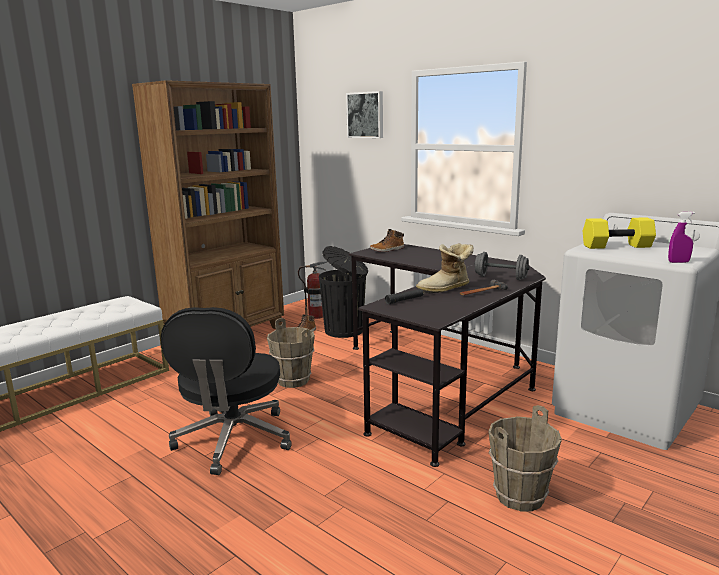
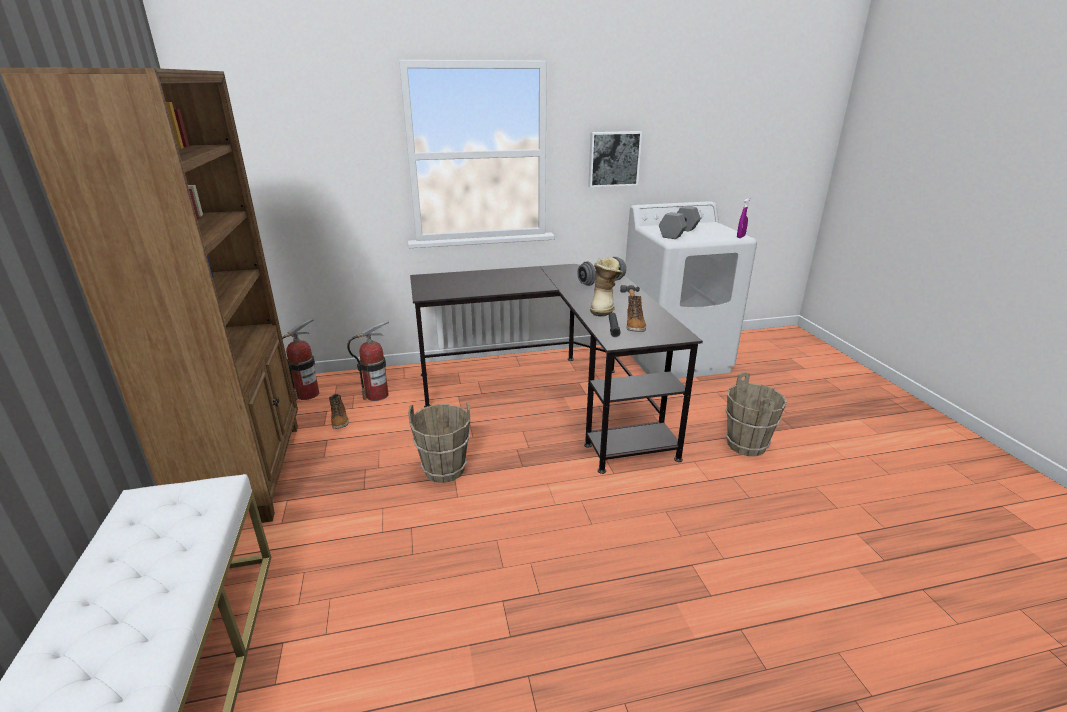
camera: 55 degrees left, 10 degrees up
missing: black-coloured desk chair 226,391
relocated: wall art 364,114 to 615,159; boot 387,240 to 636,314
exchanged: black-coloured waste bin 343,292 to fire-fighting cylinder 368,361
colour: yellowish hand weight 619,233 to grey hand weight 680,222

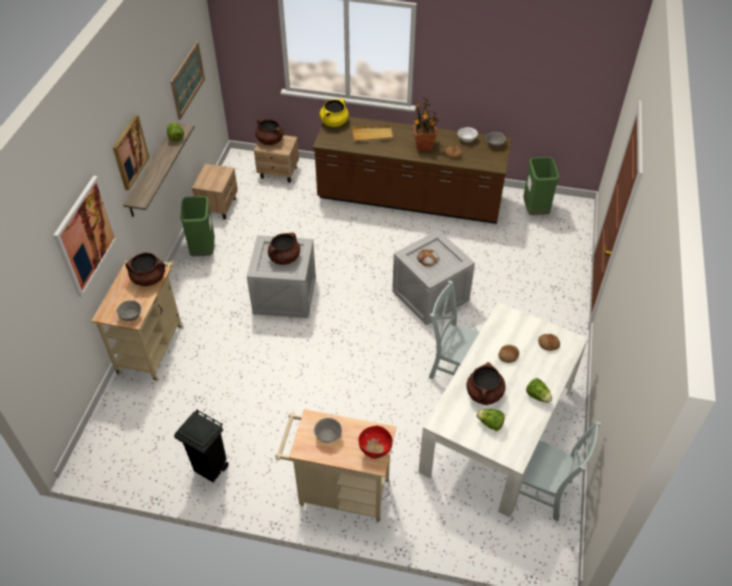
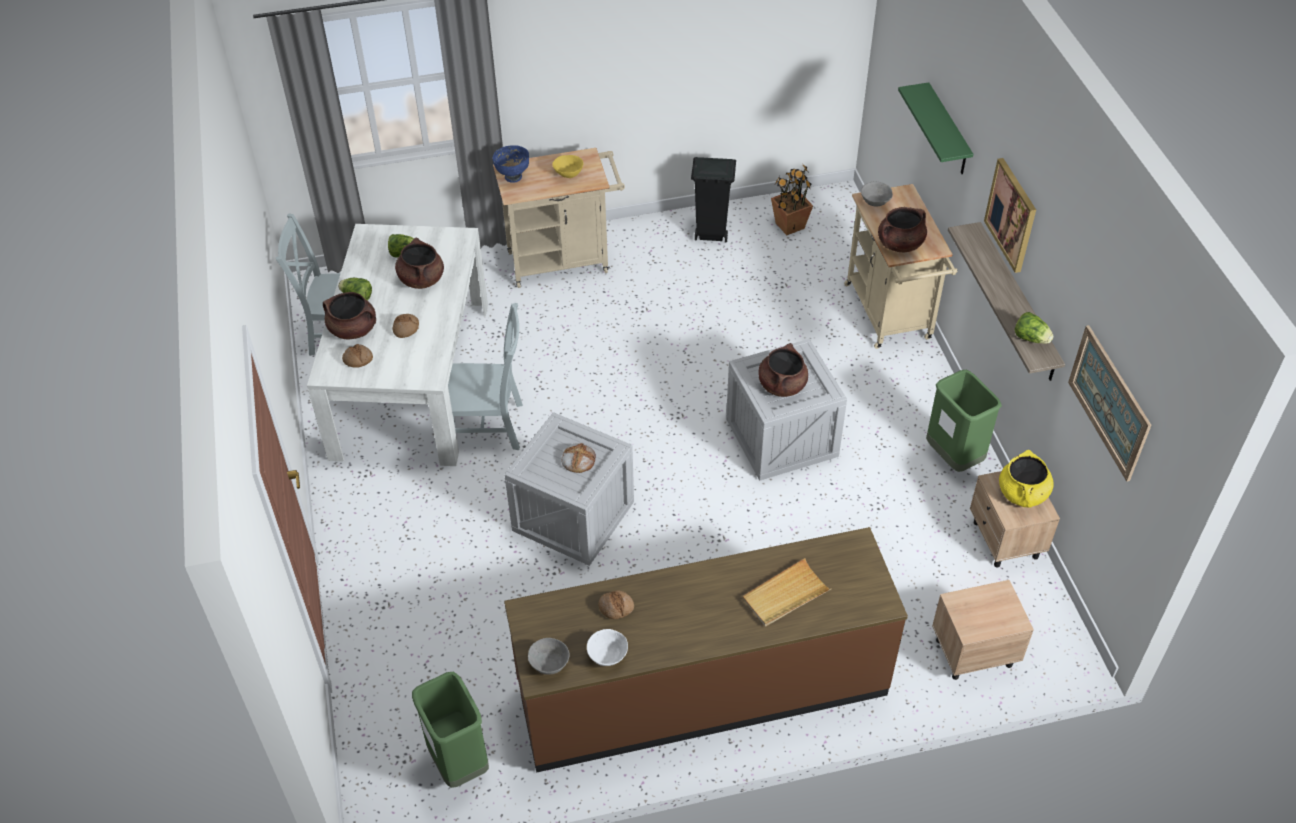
camera: 155 degrees right, 0 degrees up
relocated: brownish stockpot 269,132 to 349,315; yellowish stockpot 334,113 to 1026,479; potted plant 425,124 to 792,199
exchanged: wall art 85,236 to green-coloured bracket shelf 935,128
colour: grey deep dish 328,430 to yellowish deep dish 567,166; reddish deep dish 375,442 to blue deep dish 511,164

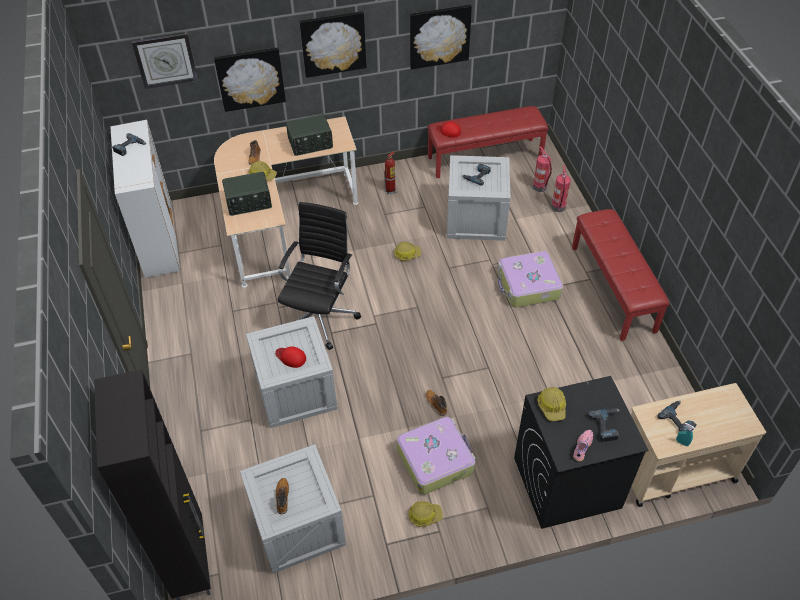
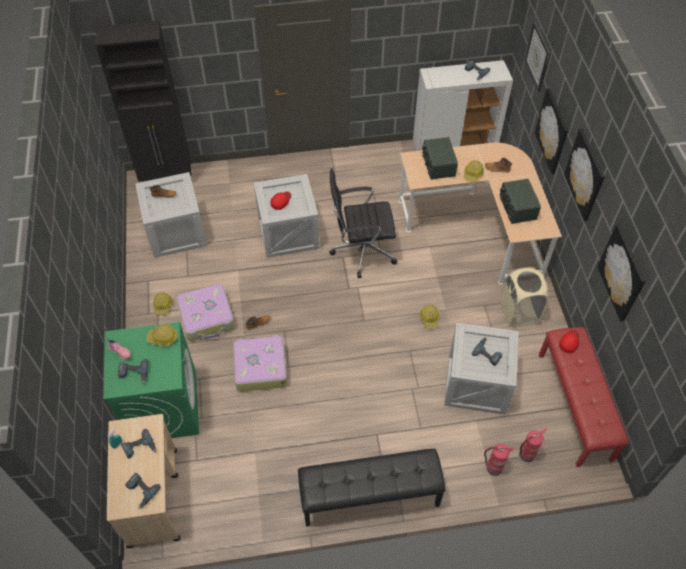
camera: 95 degrees right, 5 degrees up
appeared: drill 142,491
relocated: suitcase 530,279 to 260,363
exchanged: fire-fighting cylinder 390,172 to beige-coloured laundry basket 524,297
colour: black-coloured washing machine 581,452 to green-coloured washing machine 151,380; reddish bench 621,275 to black-coloured bench 372,488
spun: black-coloured desk chair 319,276 = 363,223 150 degrees clockwise

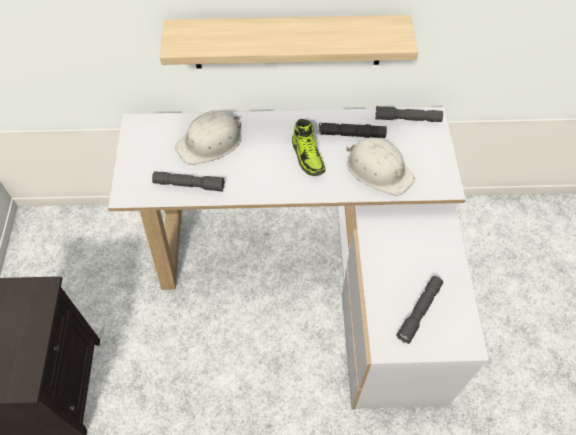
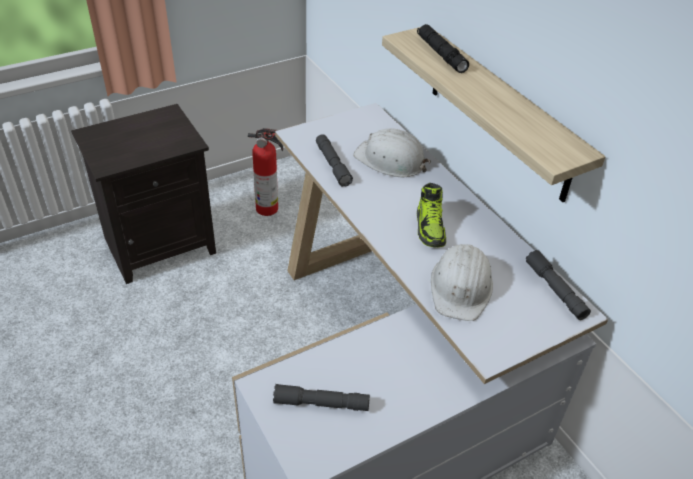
camera: 60 degrees right, 15 degrees down
appeared: fire-fighting cylinder 265,172
relocated: black-coloured hand torch 353,130 to 443,48
spun: low shoe 308,147 = 431,215 45 degrees counterclockwise

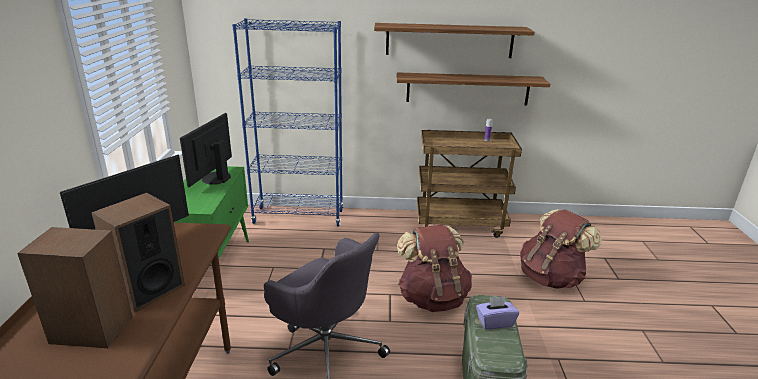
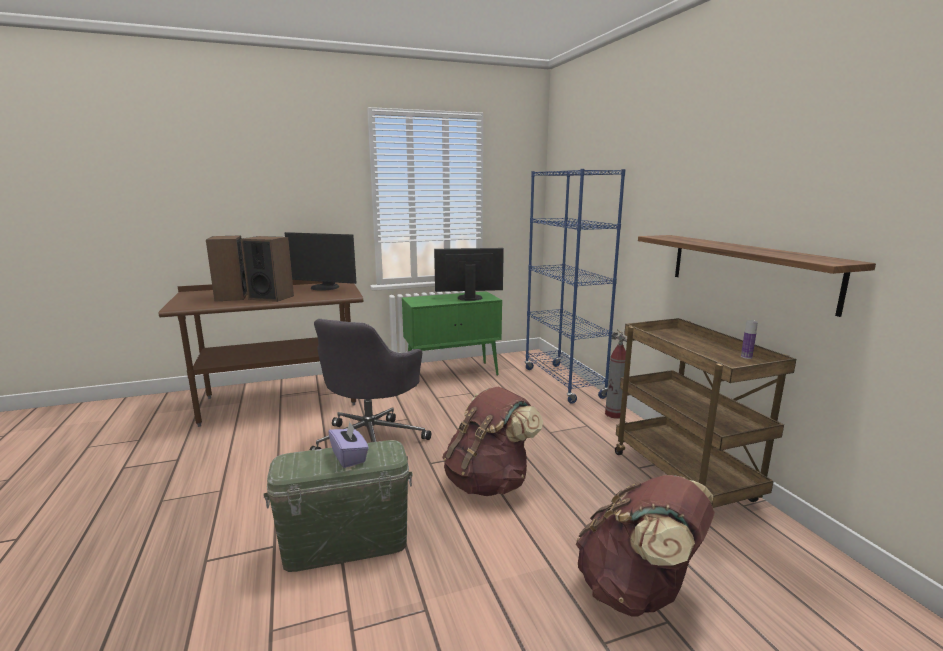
camera: 70 degrees right, 10 degrees down
missing: bracket shelf 454,40
appeared: fire-fighting cylinder 616,374

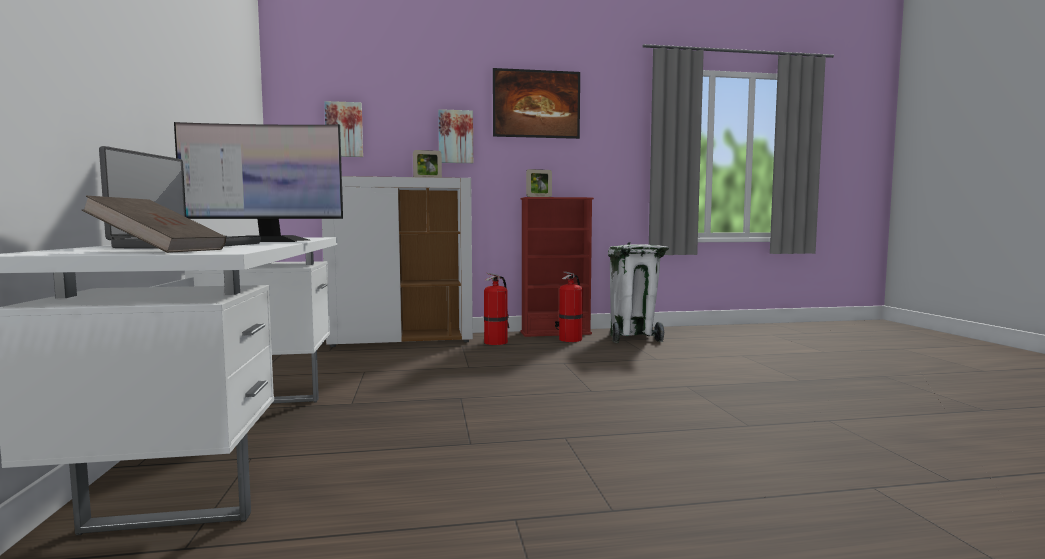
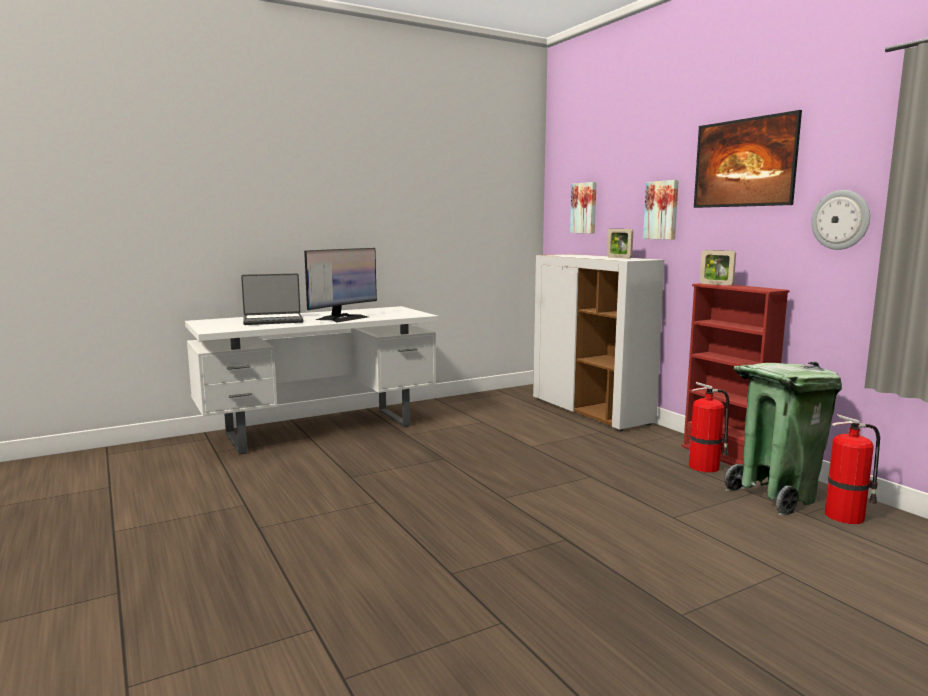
camera: 70 degrees right, 5 degrees up
missing: brownish bound book 153,224
appeared: clock on the wall 840,220
relocated: fire-fighting cylinder 497,309 to 852,469
colour: white waste bin 638,292 to green-coloured waste bin 783,439
spun: computer screen 258,182 = 340,285 120 degrees counterclockwise

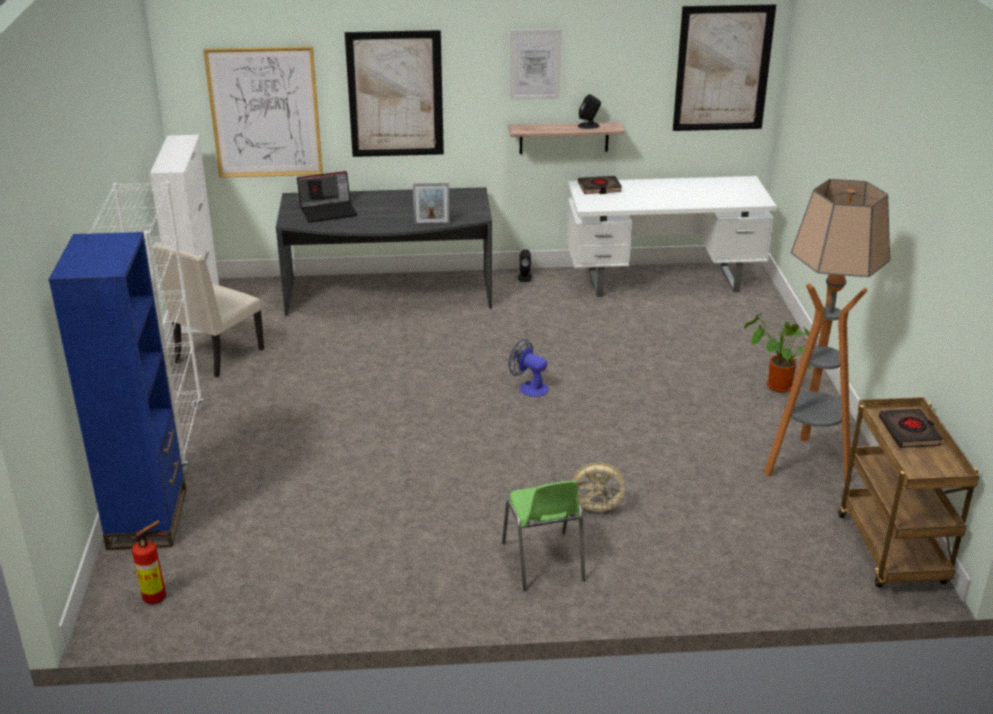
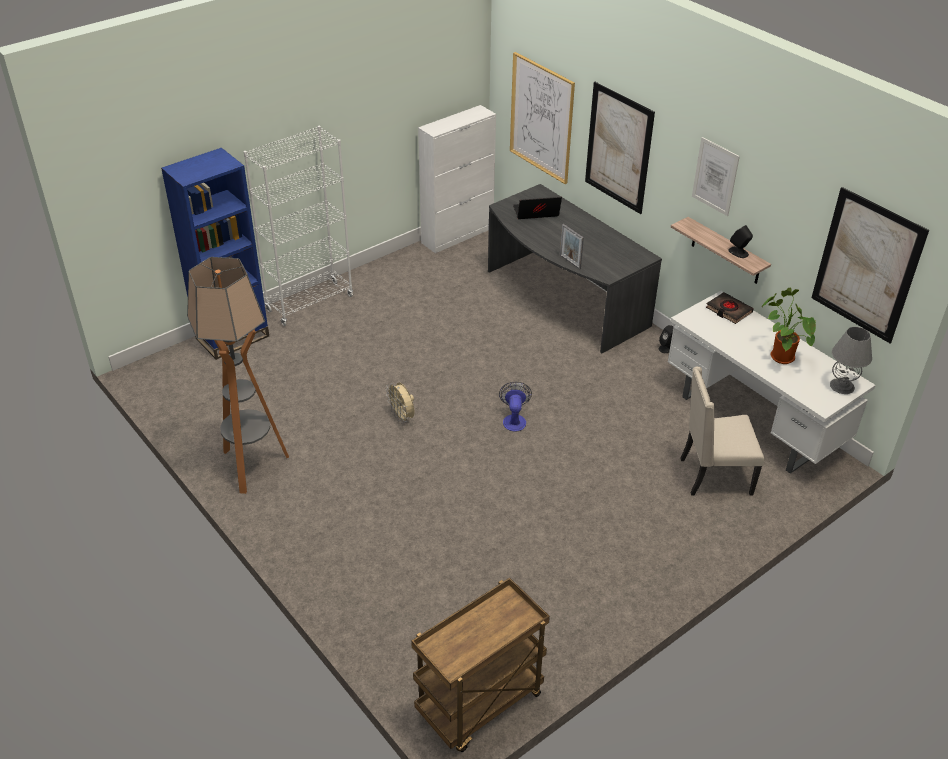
camera: 55 degrees right, 10 degrees up
missing: fire-fighting cylinder 149,562; green-coloured chair 543,535; black-coloured bound book 911,428
appeared: grey tabletop lamp 851,360
relocated: beige-coloured chair 208,310 to 722,431; beige-coloured fan 600,489 to 400,402; potted plant 781,352 to 789,326; standing lamp 827,331 to 238,375
spun: laptop 327,197 = 537,208 135 degrees clockwise

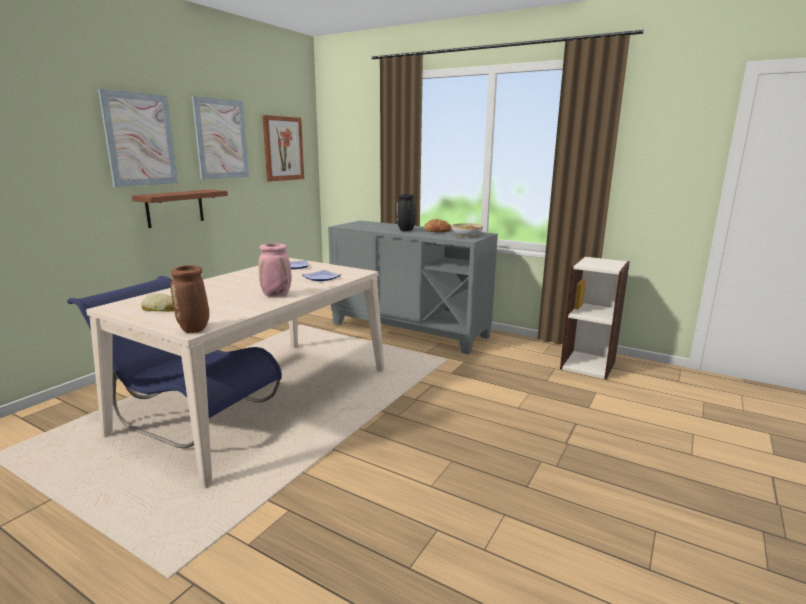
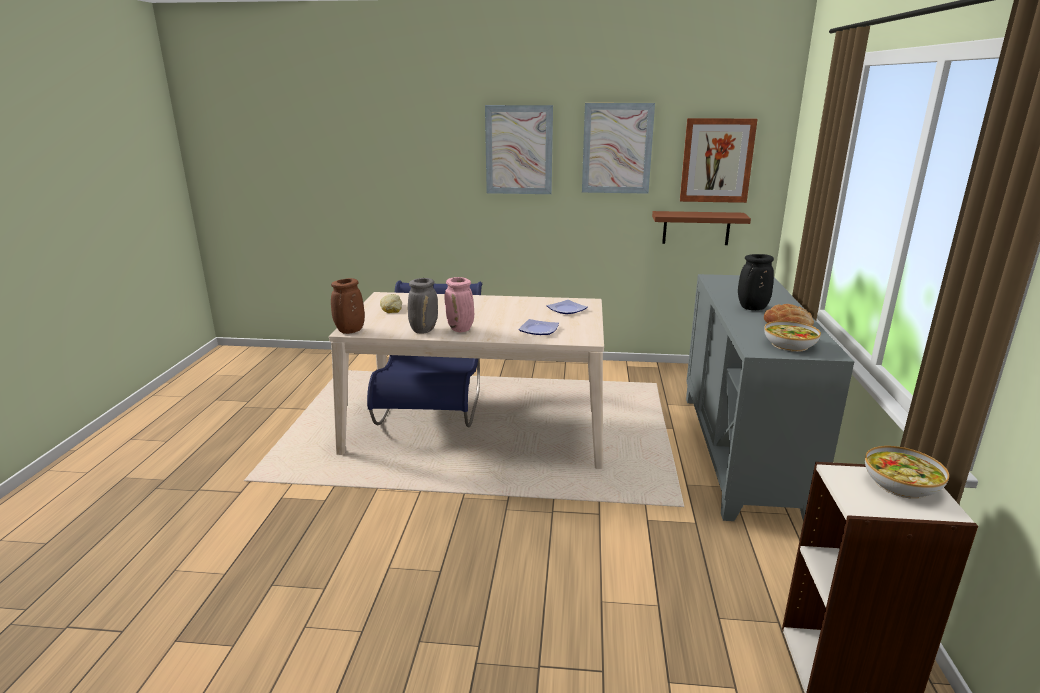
camera: 65 degrees right, 5 degrees up
appeared: grey vase 423,305; deep dish 907,472
relocated: brownish bracket shelf 180,209 to 701,228

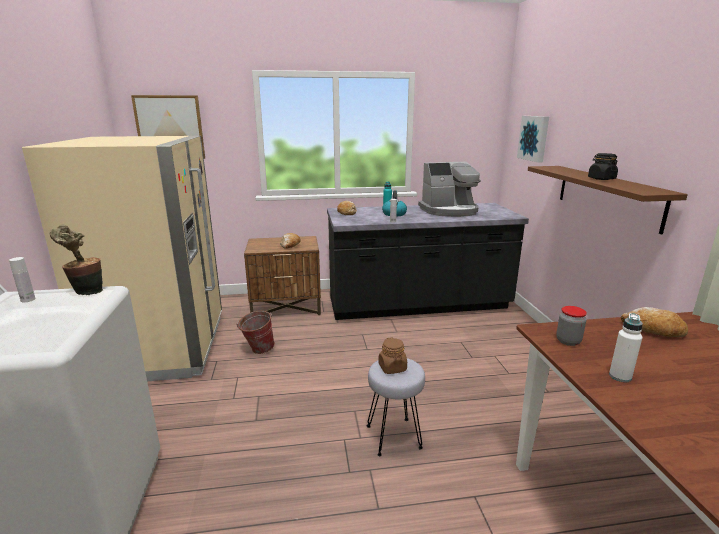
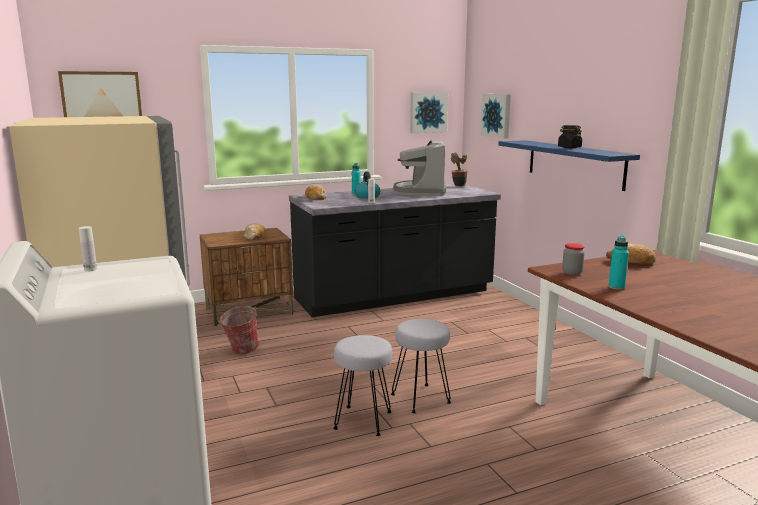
camera: 15 degrees left, 5 degrees down
missing: brownish jar 392,355
appeared: grey stool seat 362,385; wall art 429,112
relocated: potted plant 76,260 to 459,169
colour: brownish bracket shelf 608,200 to blue bracket shelf 569,165; white beverage bottle 626,347 to turquoise-coloured beverage bottle 619,262
spun: coffee brewer 449,189 = 419,168 120 degrees clockwise

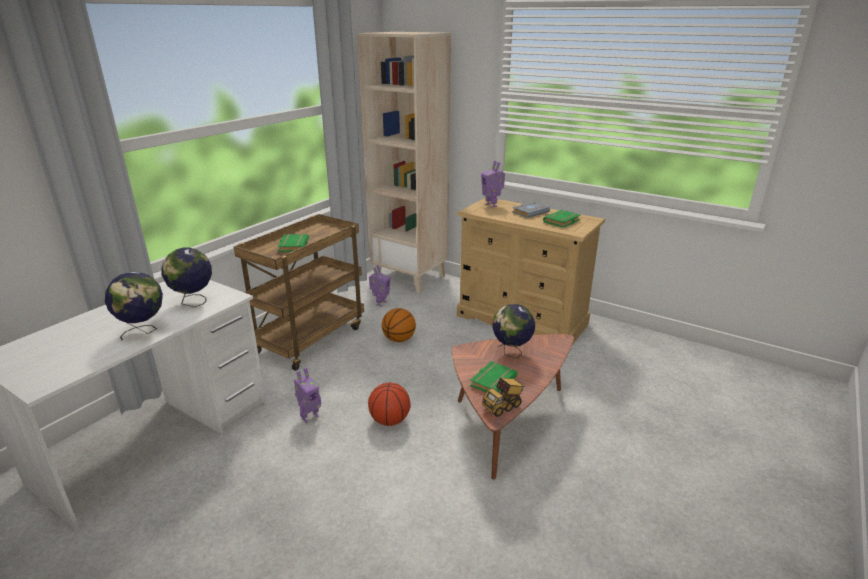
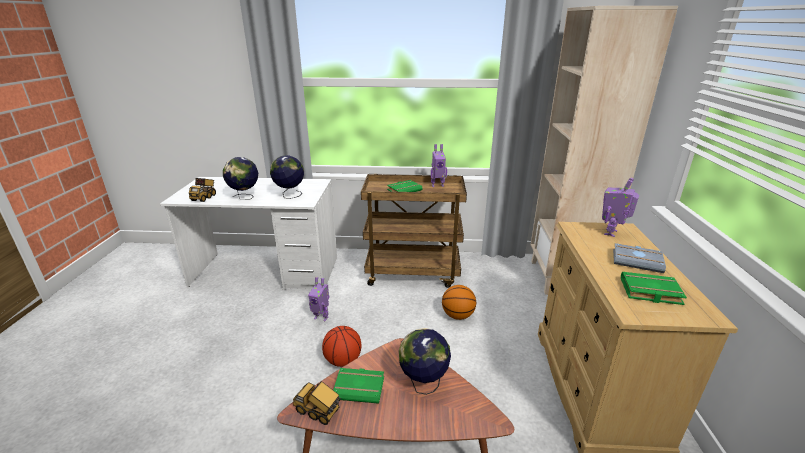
camera: 60 degrees right, 0 degrees up
appeared: model truck 202,190
relocated: model robot 379,286 to 439,165

